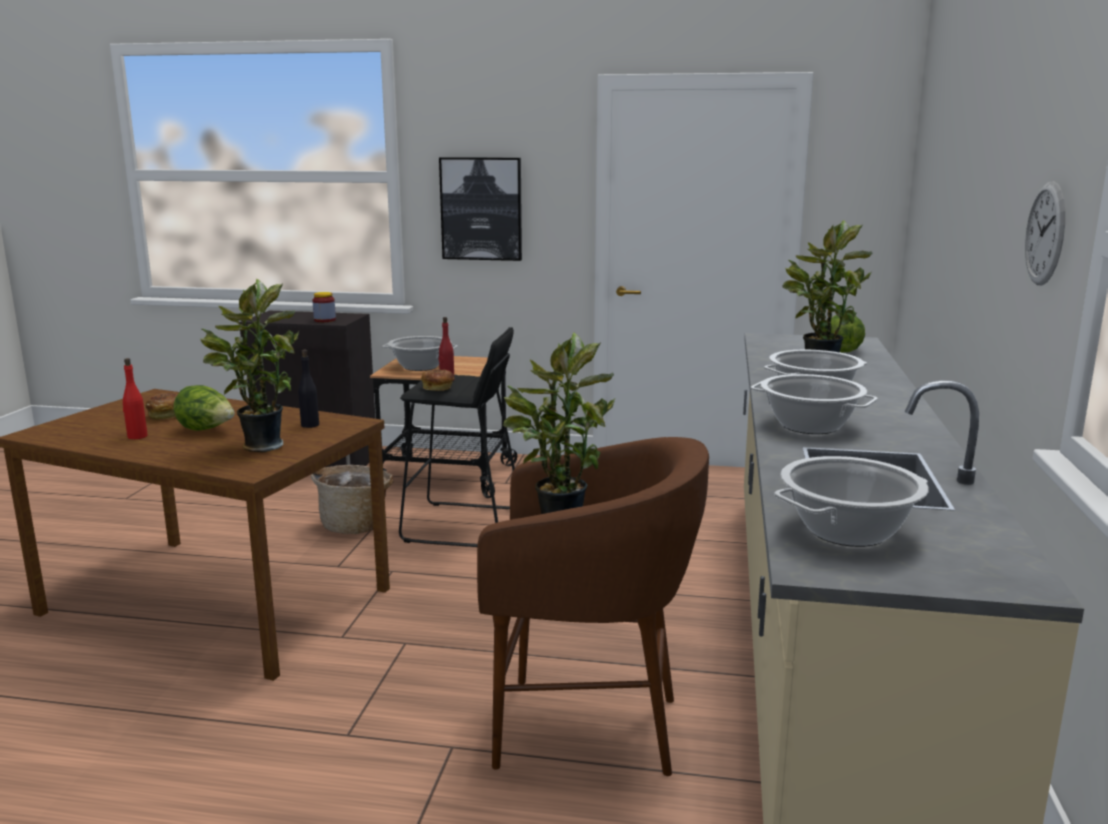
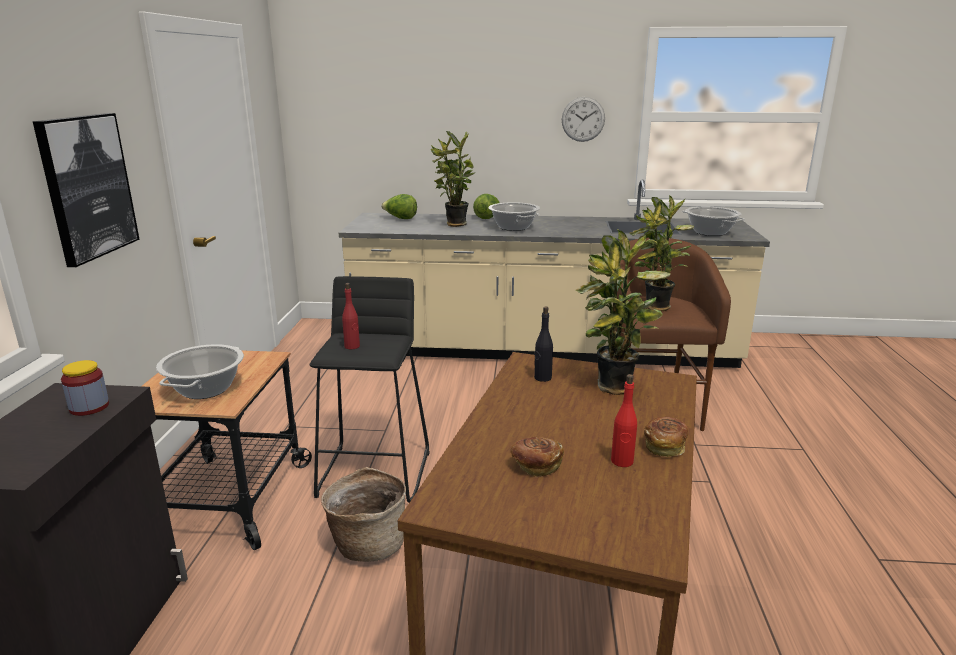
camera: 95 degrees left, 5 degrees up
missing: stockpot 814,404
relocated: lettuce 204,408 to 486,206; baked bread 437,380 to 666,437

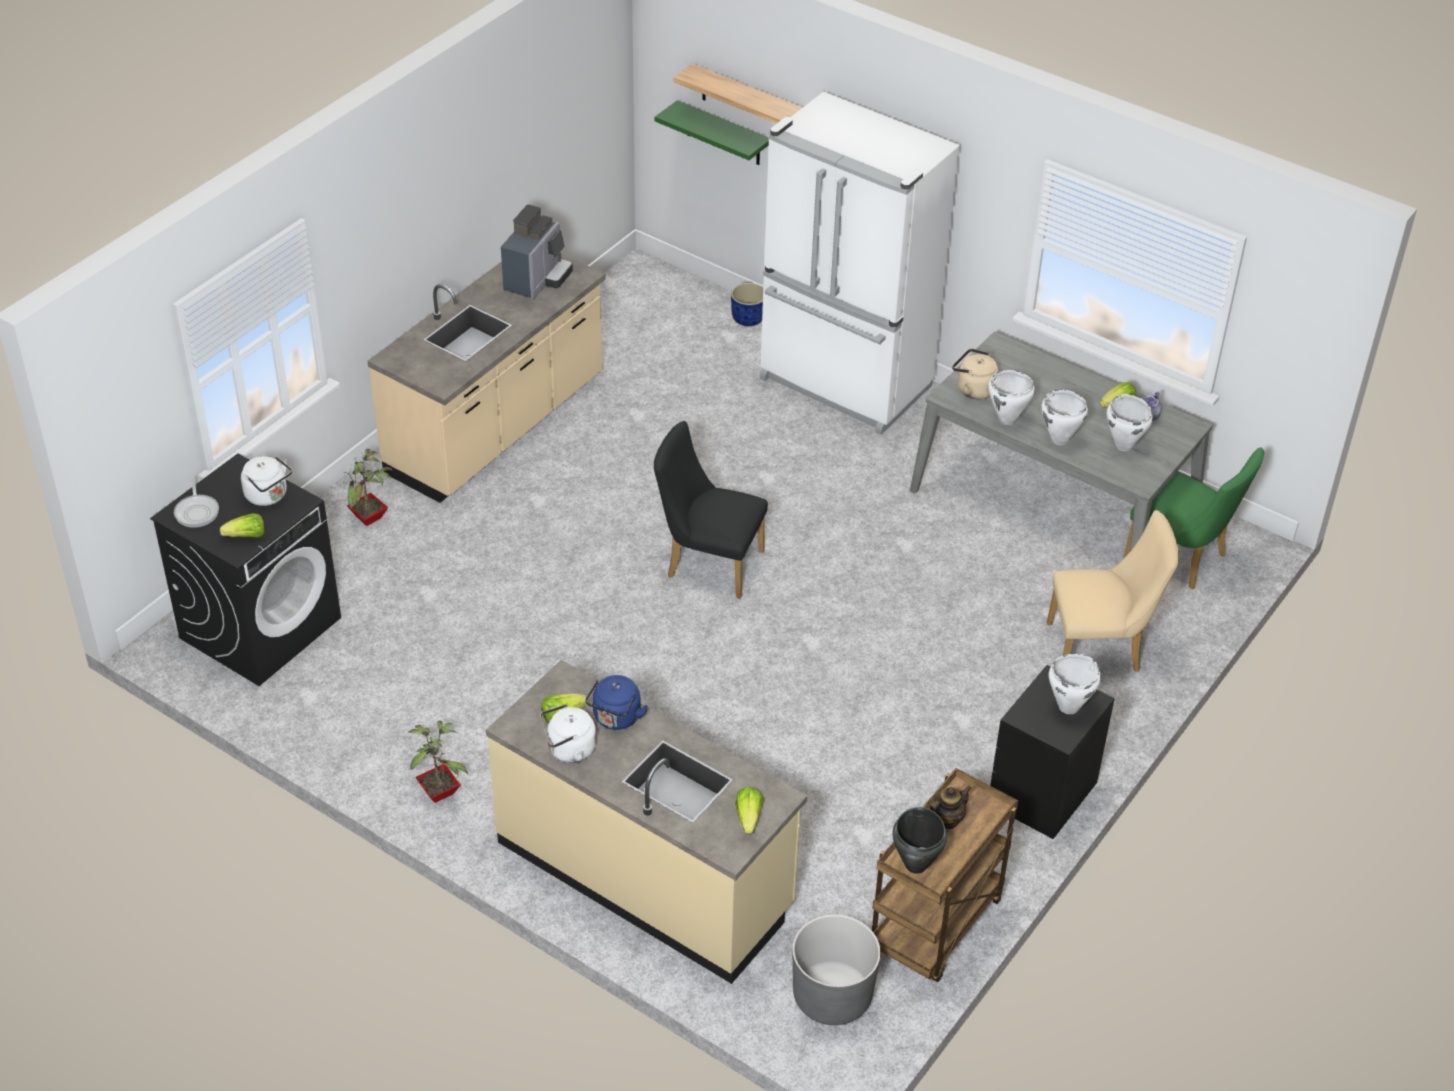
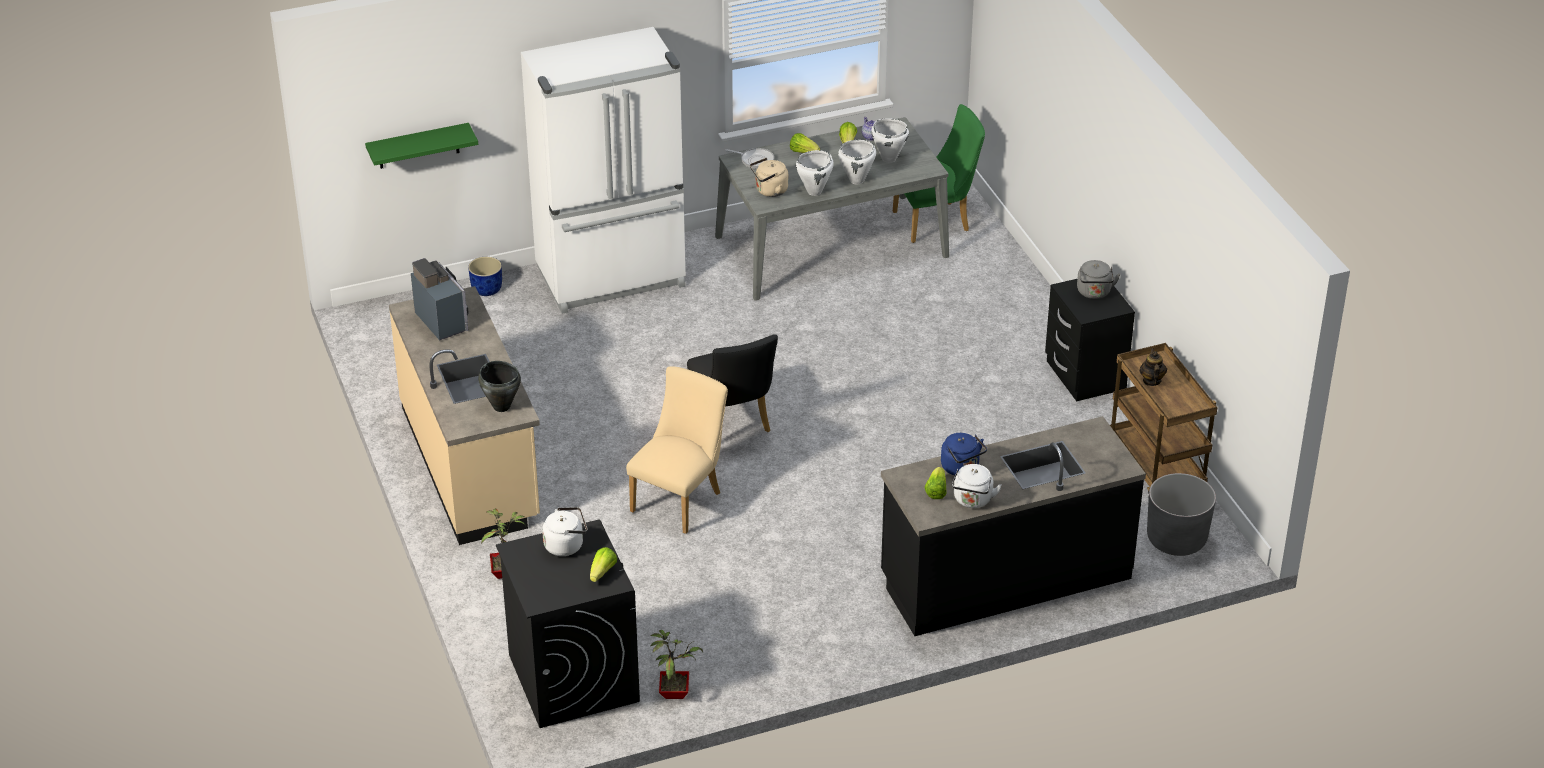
camera: 55 degrees left, 5 degrees down
missing: bracket shelf 738,94
relocated: skillet 196,503 to 749,158; potted plant 438,762 to 676,664; lettuce 749,810 to 805,143; black-coloured stockpot 919,840 to 499,386; beige-coloured chair 1113,591 to 677,450
exchanged: white stockpot 1075,684 to grey kettle 1098,279
colour: beige-coloured counter 646,822 to black-coloured counter 1013,526
spun: black-coloured chair 711,509 = 732,383 75 degrees counterclockwise

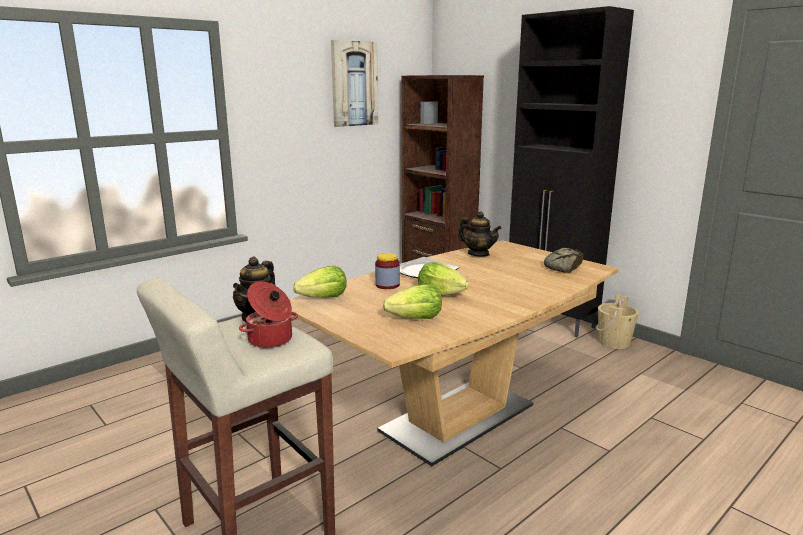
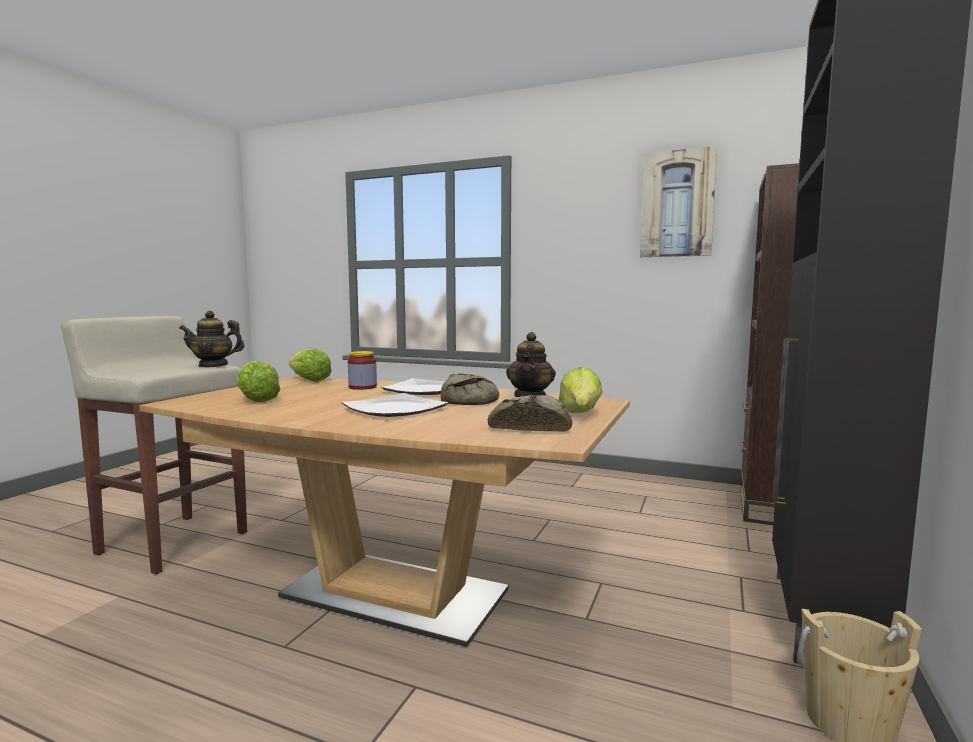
camera: 65 degrees right, 10 degrees down
missing: stockpot 268,314
appeared: plate 395,405; baked bread 470,389
relocated: lettuce 443,279 to 581,390

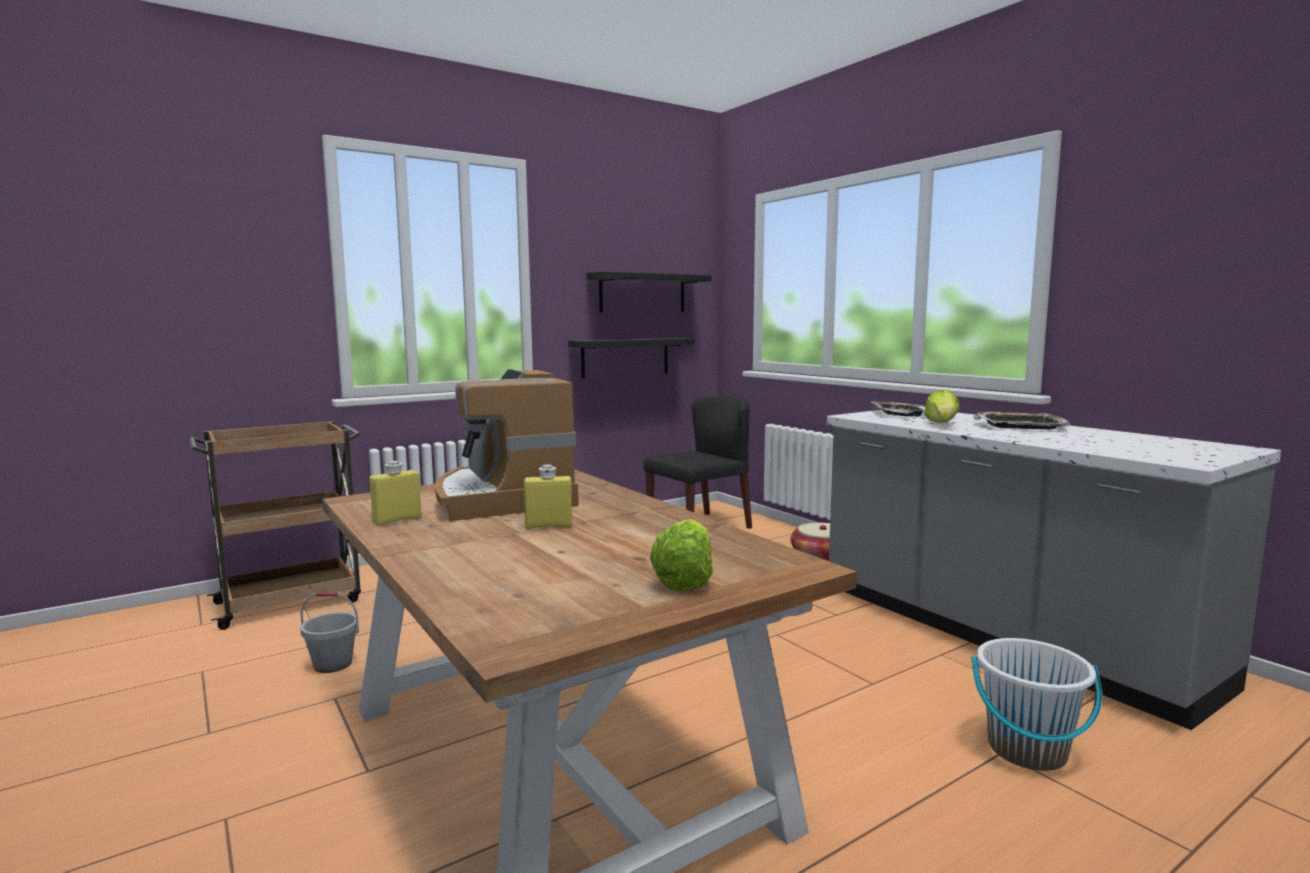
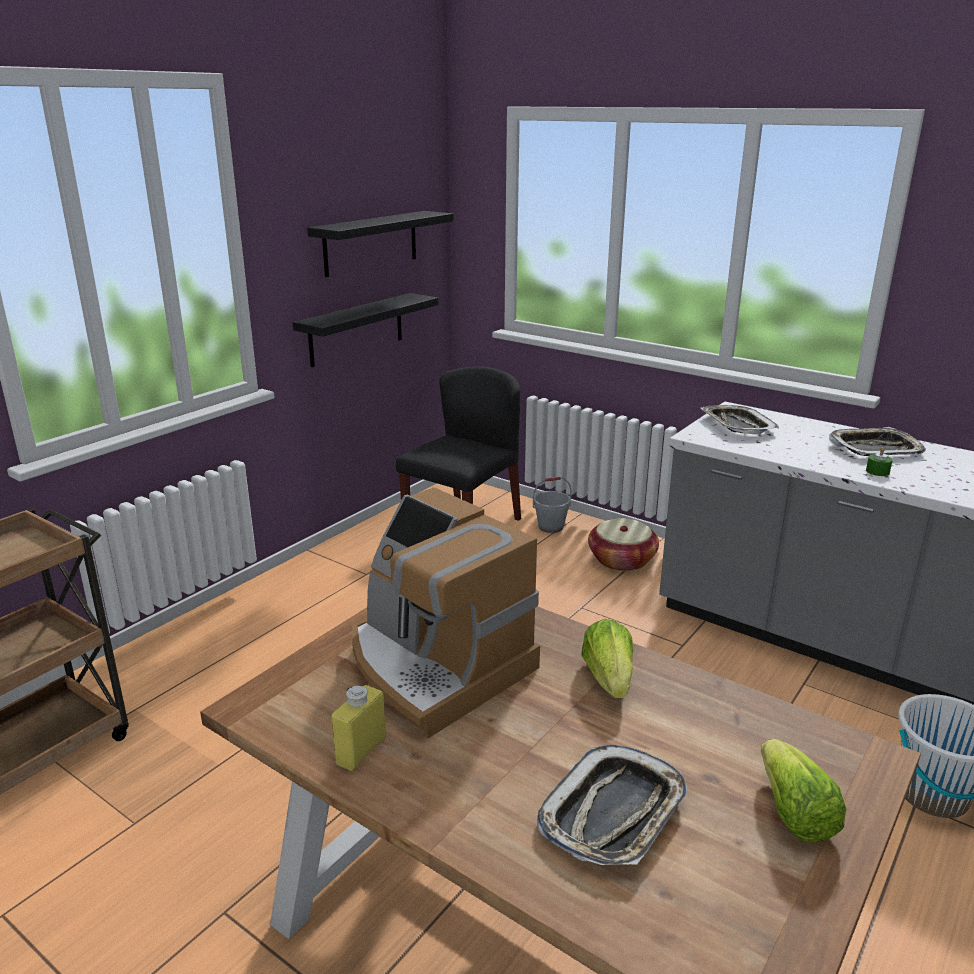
camera: 20 degrees left, 15 degrees up
missing: yellowish beverage bottle 548,497
appeared: tray 612,805; green-coloured candle 879,461
relocated: grey pail 329,632 to 552,505; lettuce 942,406 to 607,658

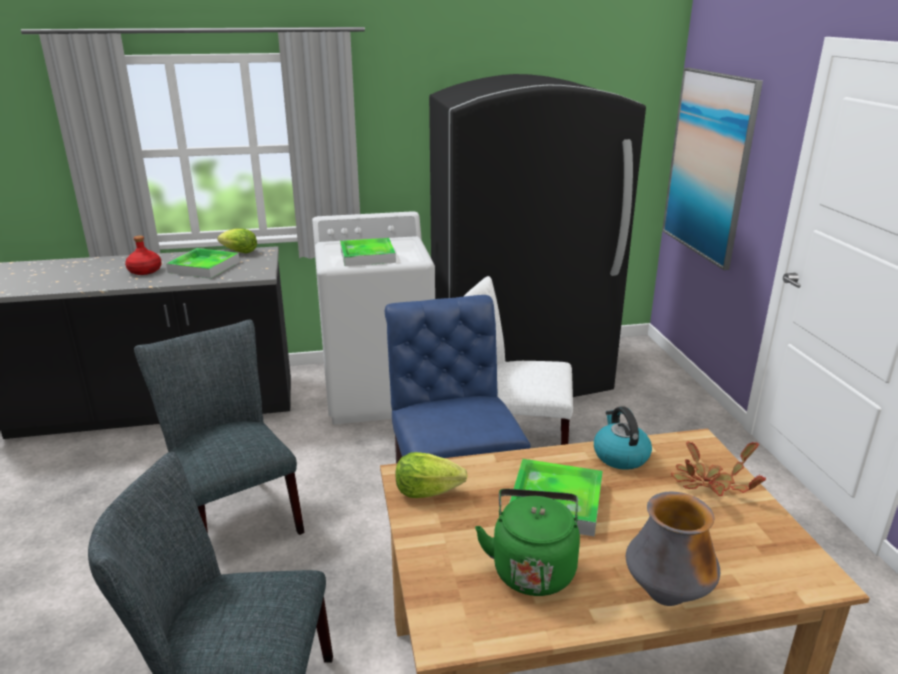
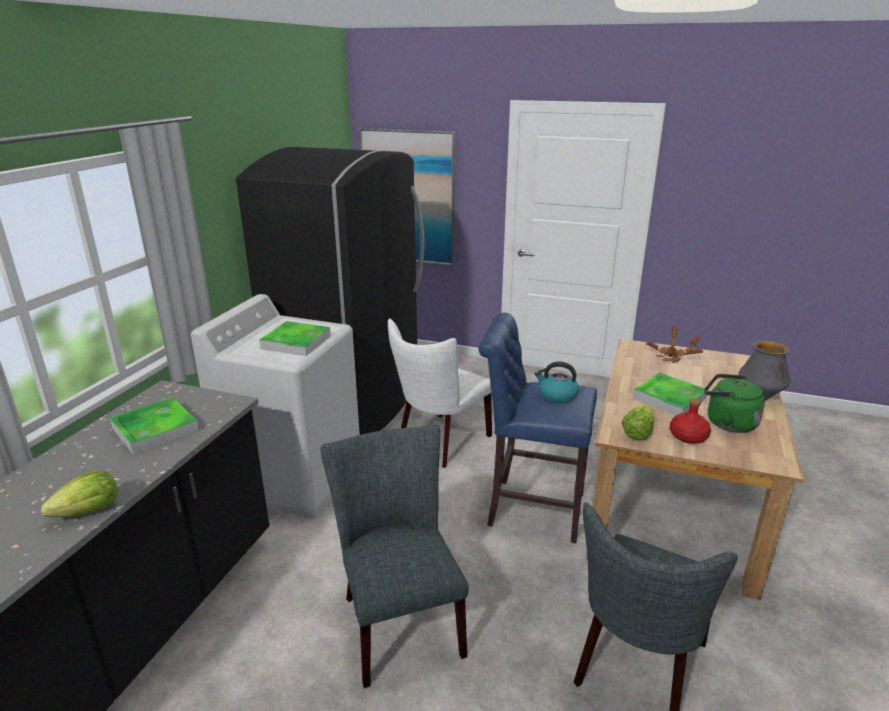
camera: 60 degrees left, 0 degrees up
relocated: reddish beverage bottle 143,255 to 690,421; lettuce 237,240 to 79,494; kettle 623,438 to 556,382
spun: grey chair 219,427 = 394,556 75 degrees clockwise

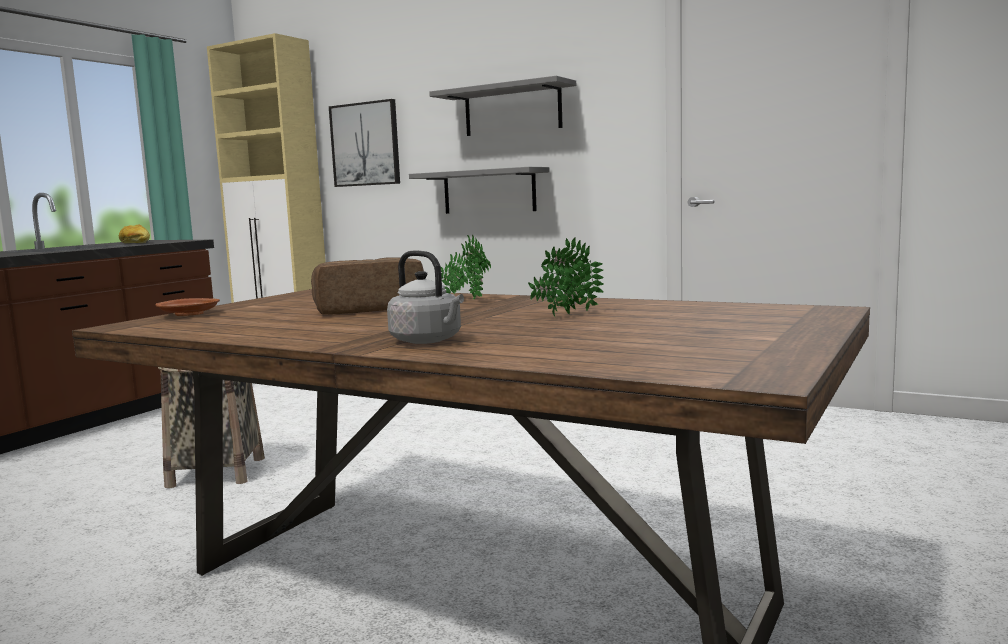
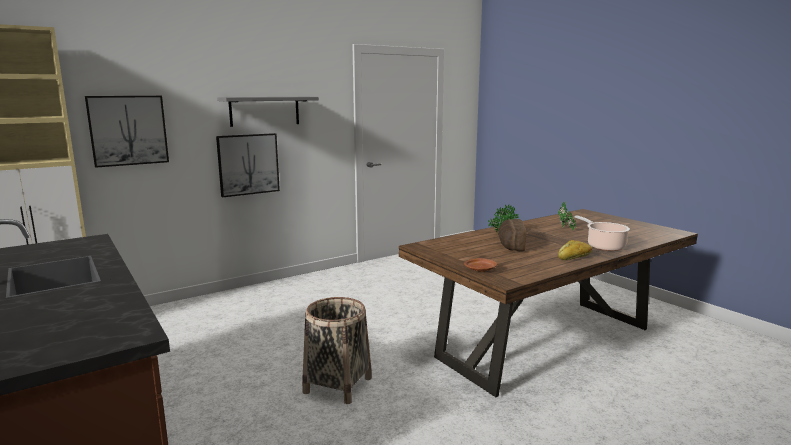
camera: 65 degrees left, 5 degrees up
relocated: baked bread 134,234 to 575,250
exchanged: grey kettle 425,297 to stockpot 602,233; grey bracket shelf 479,190 to wall art 248,165

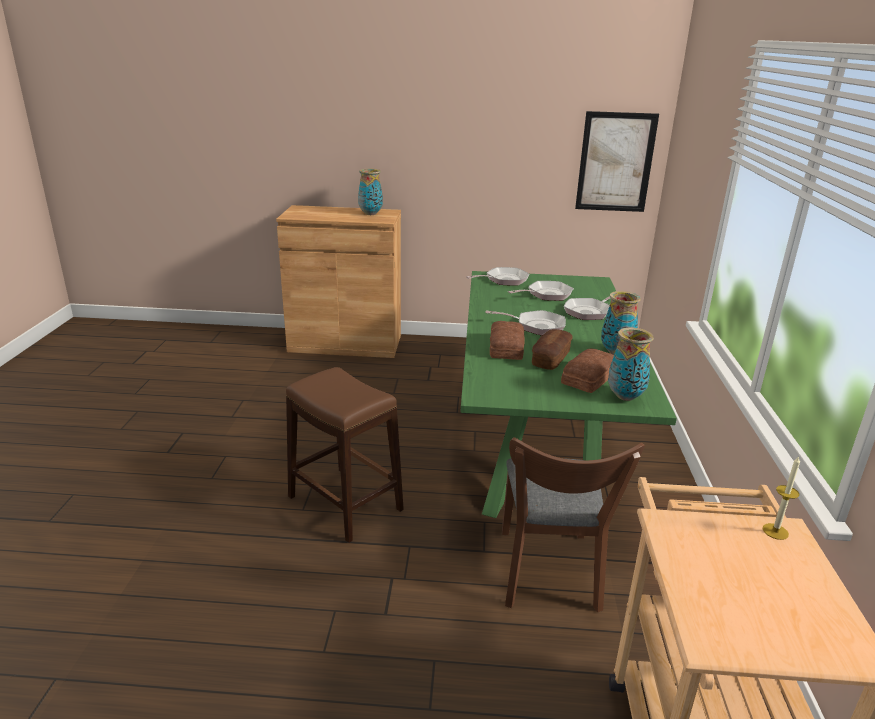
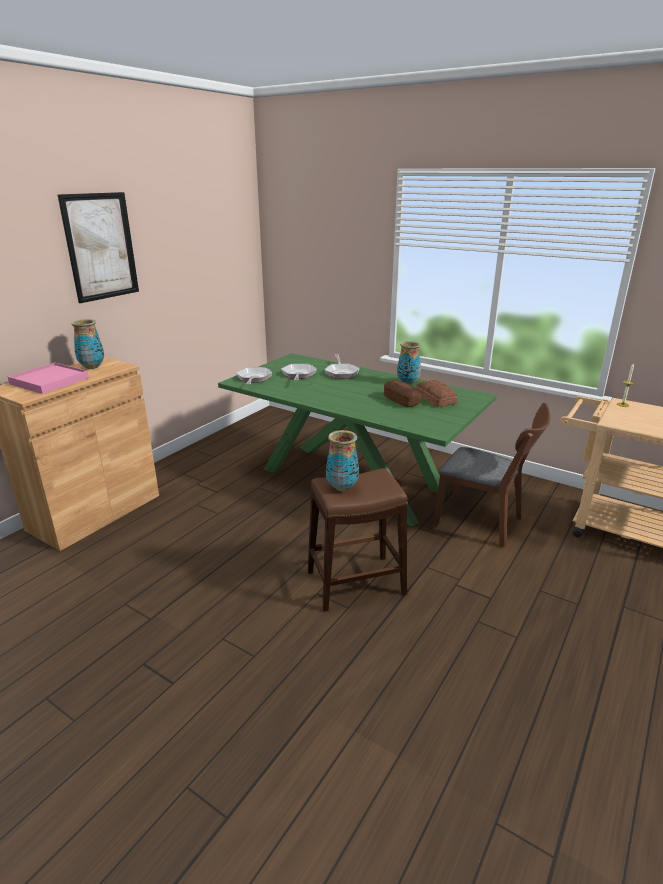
camera: 60 degrees left, 0 degrees up
missing: skillet 525,322; baked bread 507,340
appeared: pink tray 48,378
relocated: wall art 617,161 to 98,247; vase 631,364 to 342,460

